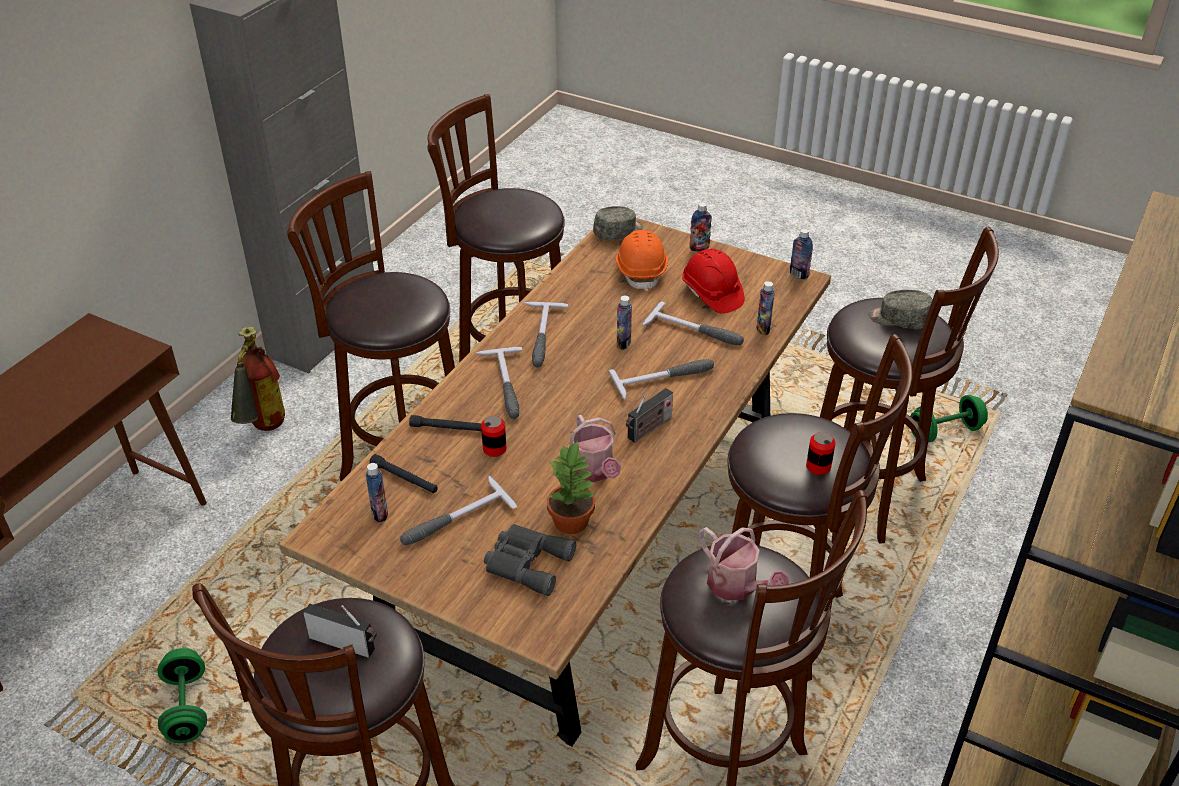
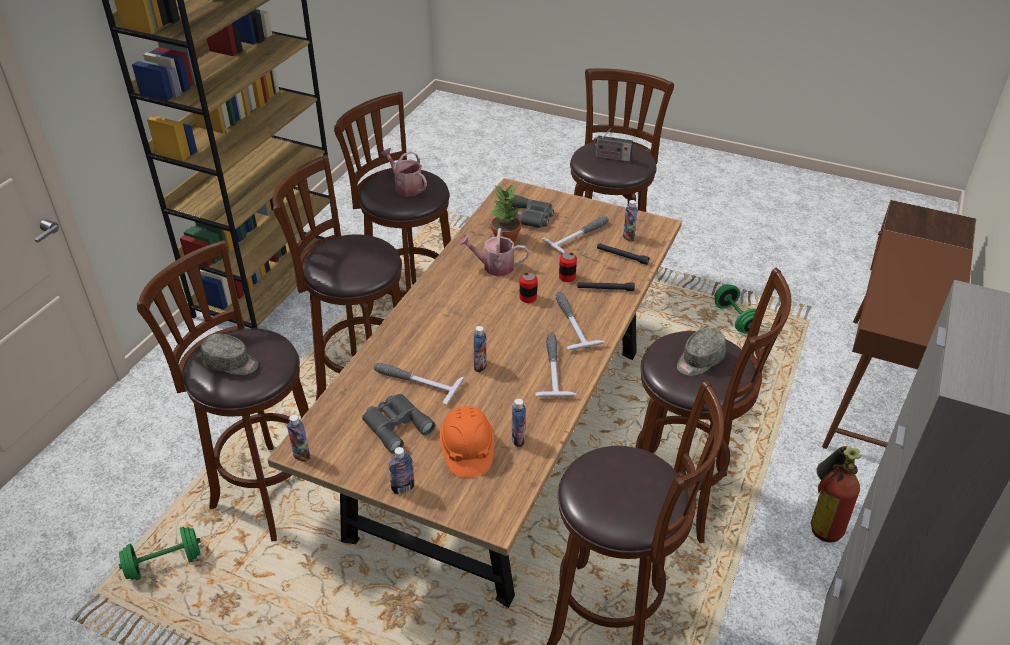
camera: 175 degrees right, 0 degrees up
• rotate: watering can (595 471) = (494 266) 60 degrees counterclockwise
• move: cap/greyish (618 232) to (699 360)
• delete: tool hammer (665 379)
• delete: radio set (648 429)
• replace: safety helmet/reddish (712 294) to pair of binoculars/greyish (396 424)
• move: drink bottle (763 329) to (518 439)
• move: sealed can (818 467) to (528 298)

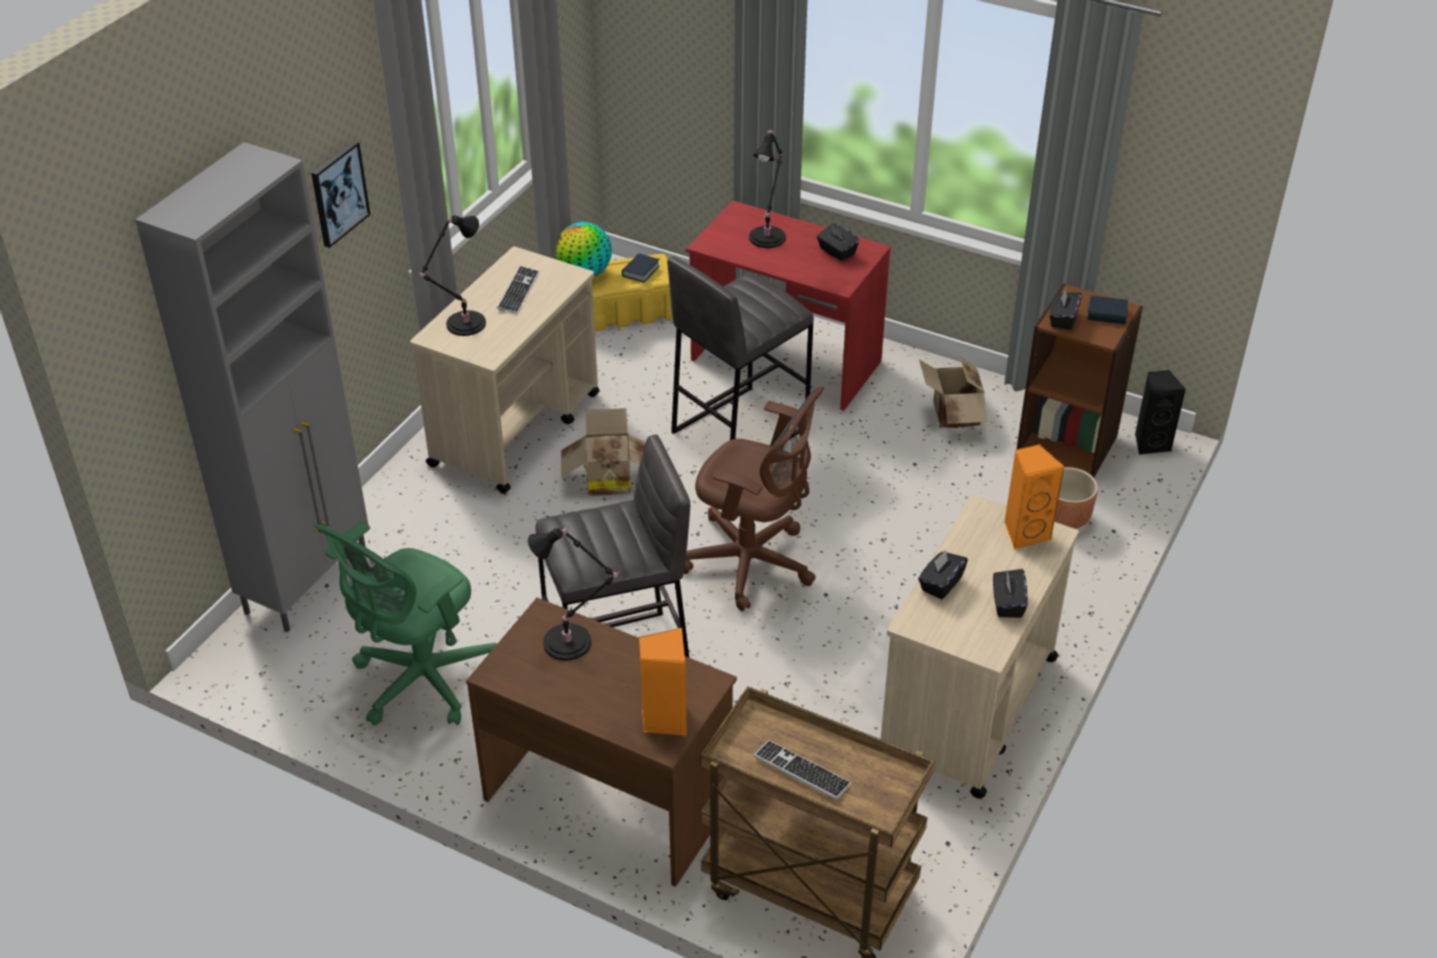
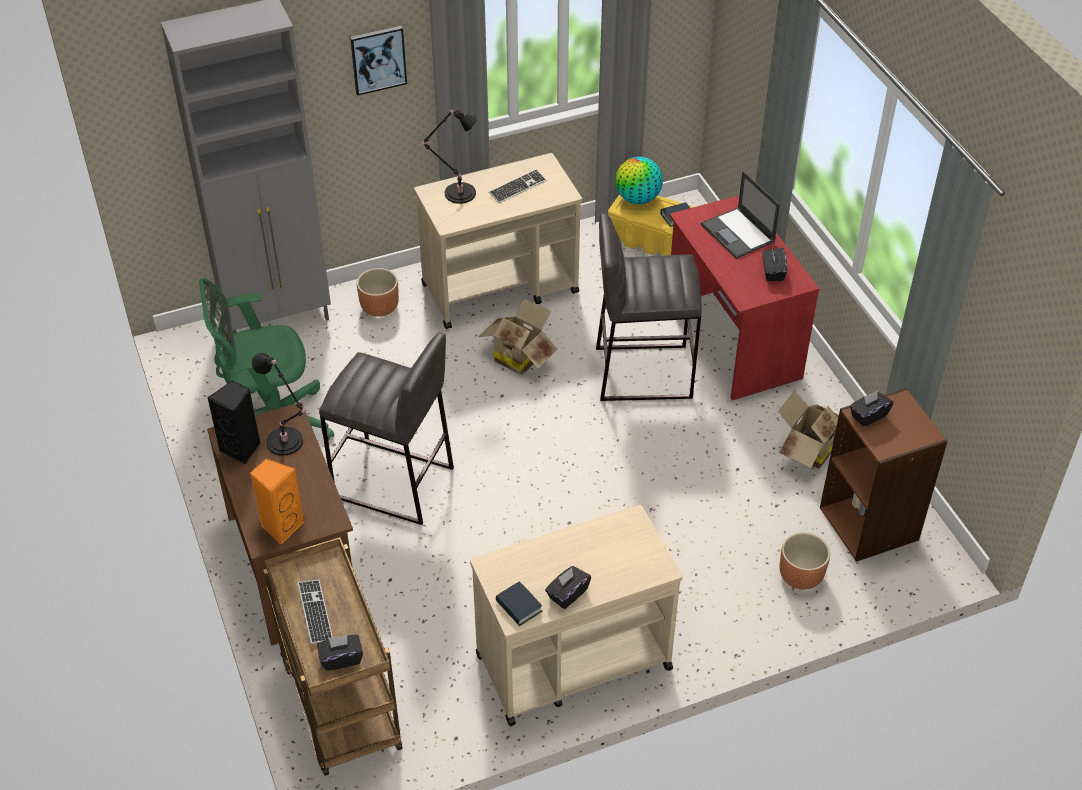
camera: 40 degrees right, 5 degrees up
• delete: desk chair/brown-coloured (752 564)
• replace: table lamp/blackish (768 235) to notebook computer (738 233)
• move: box of tissues/blackish (940 584) to (341 659)
• delete: audio speaker/orange-coloured (1025 532)
• move: bound book (1106 314) to (518 607)
• move: audio speaker/blackish (1150 443) to (242 449)
• insert: planter/brown-coloured (379 307)

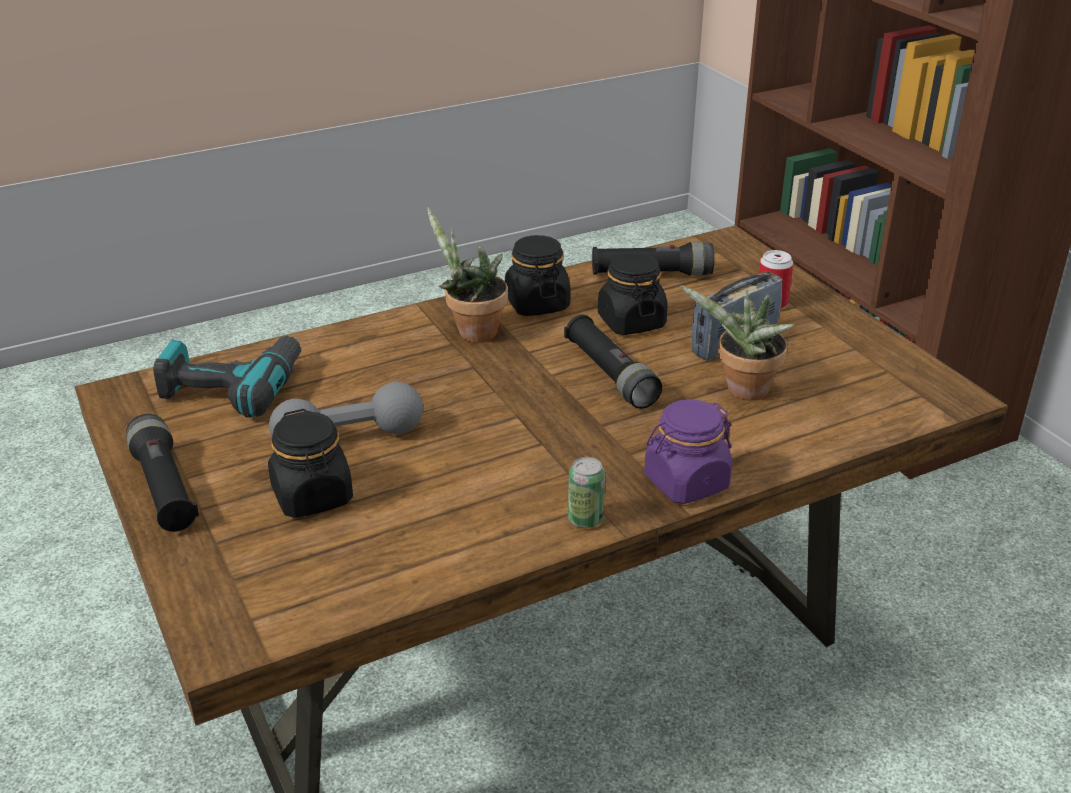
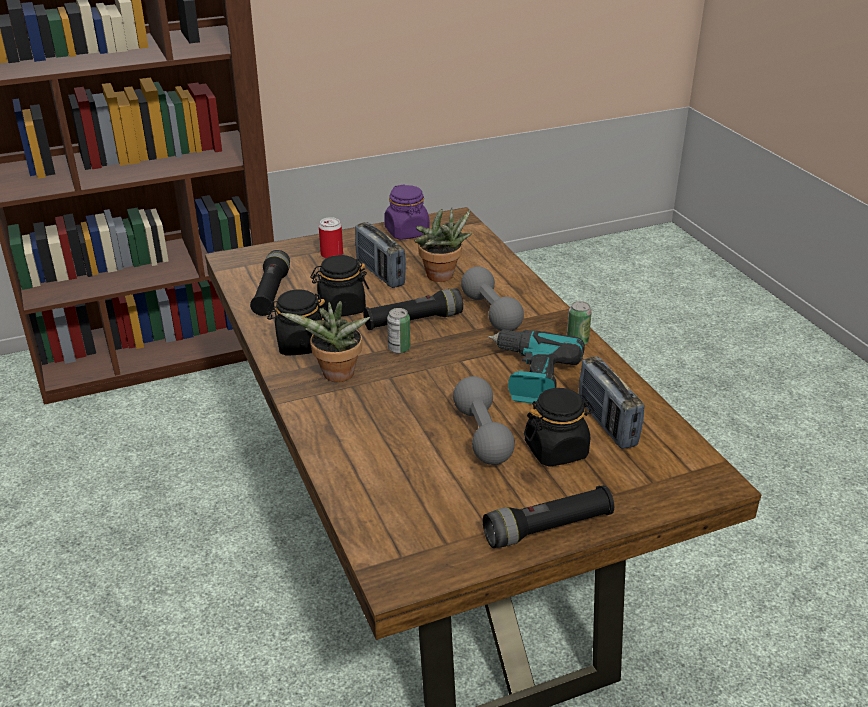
camera: 85 degrees left, 0 degrees up
• move: drill (232 386) to (530 376)
• move: preserve jar/purple (686 483) to (407 232)
• insert: sealed can (399 349)
• insert: free weight/greyish (491 313)
• insert: radio set (607 423)

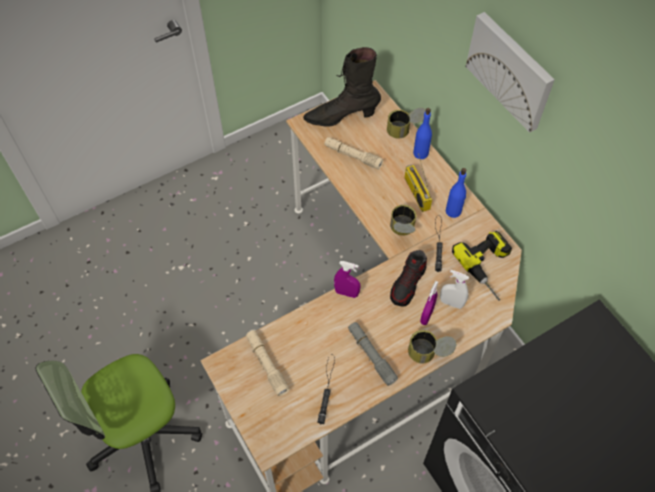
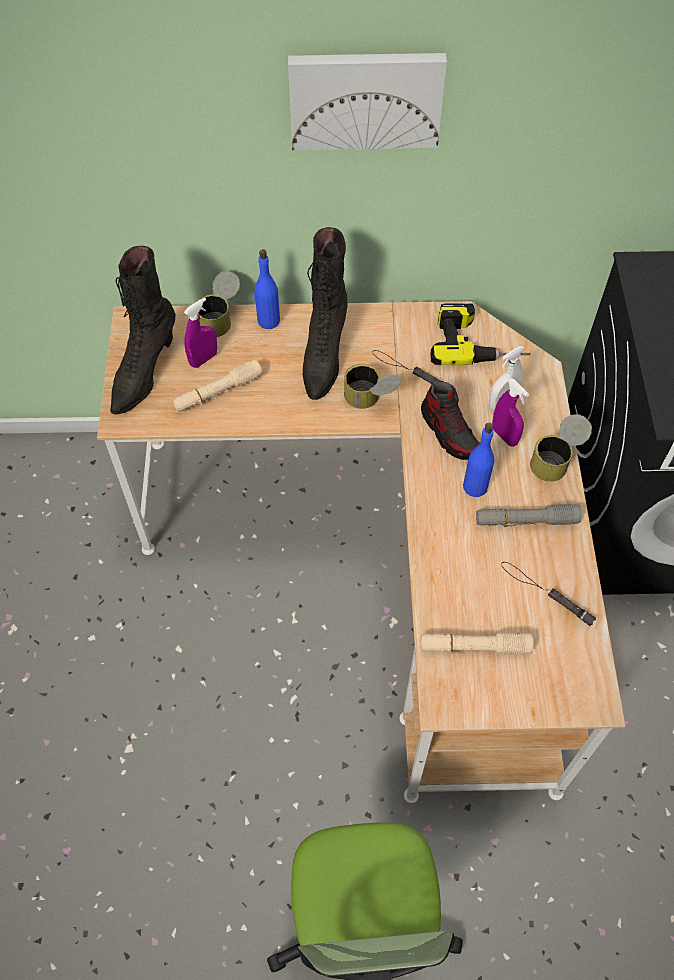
camera: 60 degrees left, 0 degrees up
• move: hand sprayer/purple (346 293) to (203 359)
• replace: radio set (416 192) to tall boot/blackish (323 356)
• move: drink bottle/blue (453 211) to (475 486)

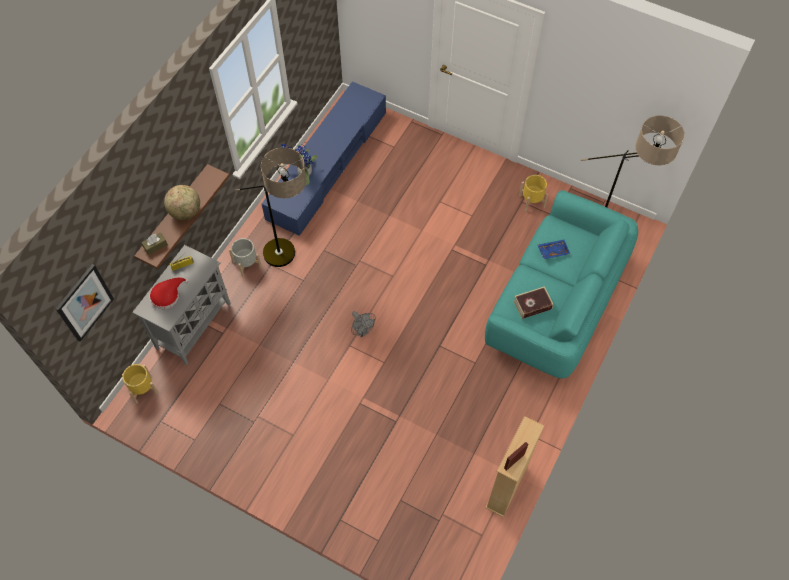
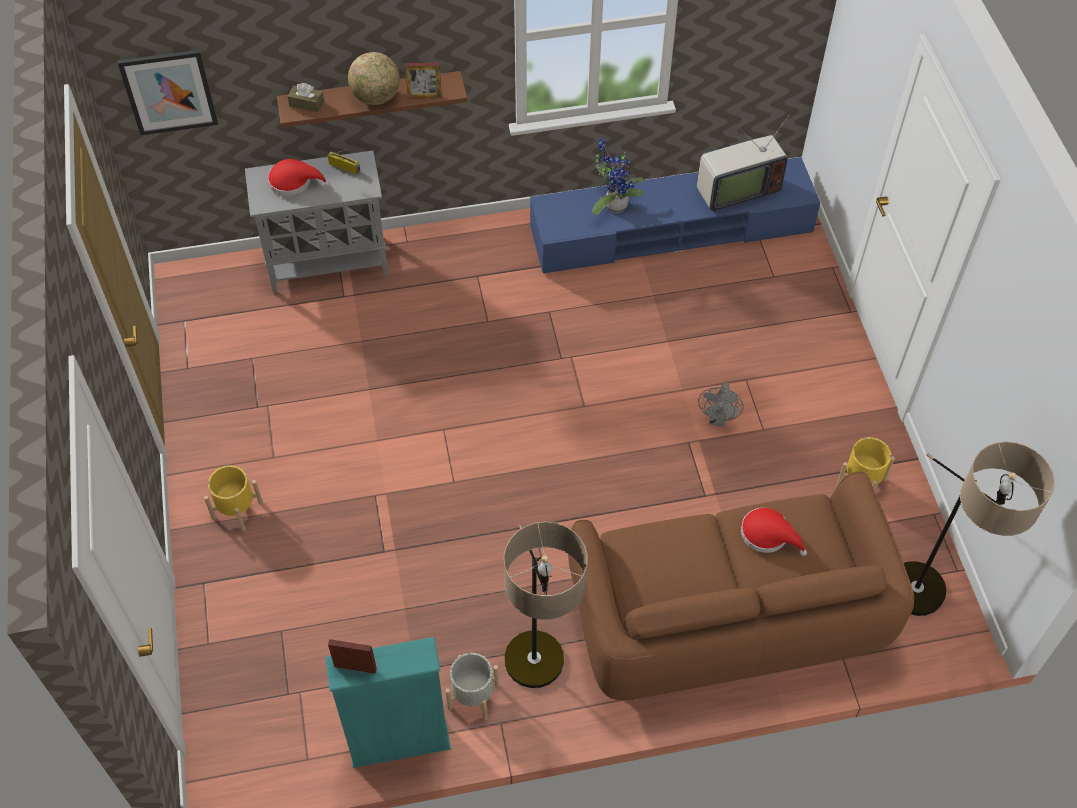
camera: 50 degrees right, 5 degrees down
• move: planter/yellowish (143 389) to (237 510)
• move: planter/greyish (246 264) to (473 696)
• move: standard lamp (290 258) to (538 682)
• move: fan/greyish (362 331) to (718 419)
• recolor: sofa/turquoise-coloured (555 305) to sofa/brown-coloured (726 619)
• recolor: bookcase/beige-coloured (507 487) to bookcase/turquoise-coloured (399 743)
• delete: bound book (532 305)
• replace: serving tray/blue (552 251) to wearable hat/reddish (768 535)
• insert: photo frame (425 96)
• insert: TV set (735 190)

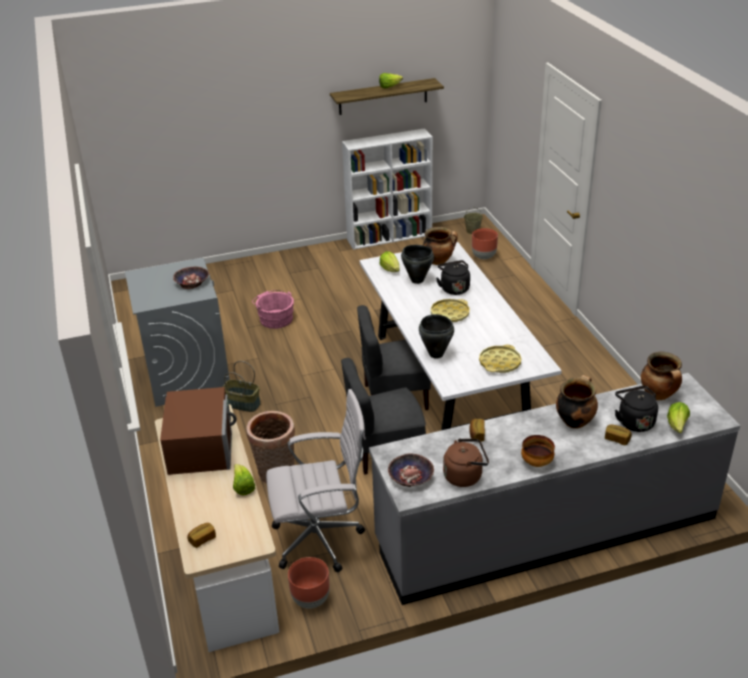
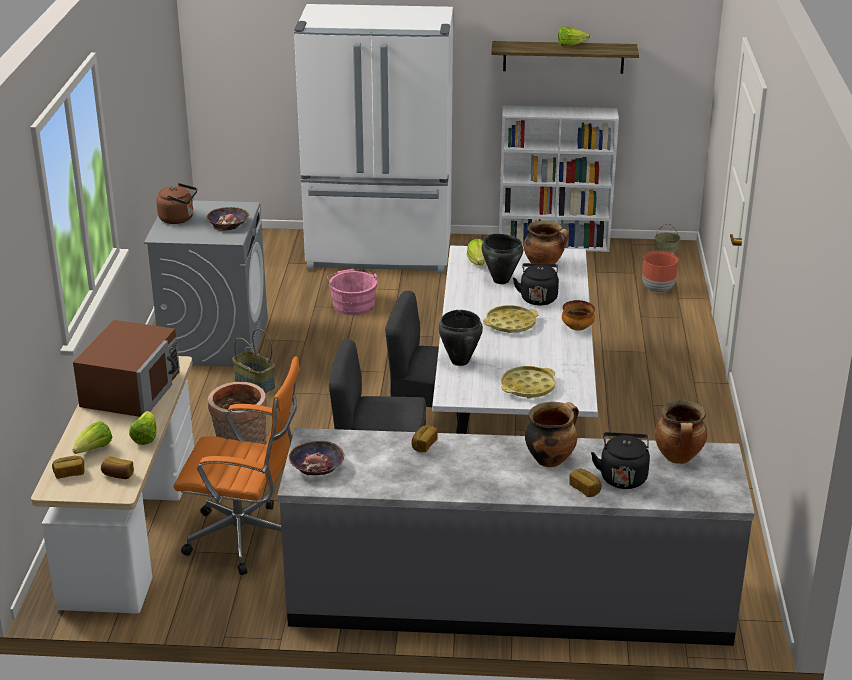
camera: 20 degrees right, 5 degrees down
• recolor: desk chair/white-coloured (321 539) to desk chair/orange-coloured (246 539)
• delete: planter/brown-coloured (310 600)
• move: kettle/brown-coloured (465 476) to (179 219)
• move: bowl (536 462) to (577 328)
• move: lettuce head (677 426) to (94 450)
• insert: bread (118 475)
• insert: fridge/white-coloured (380 253)

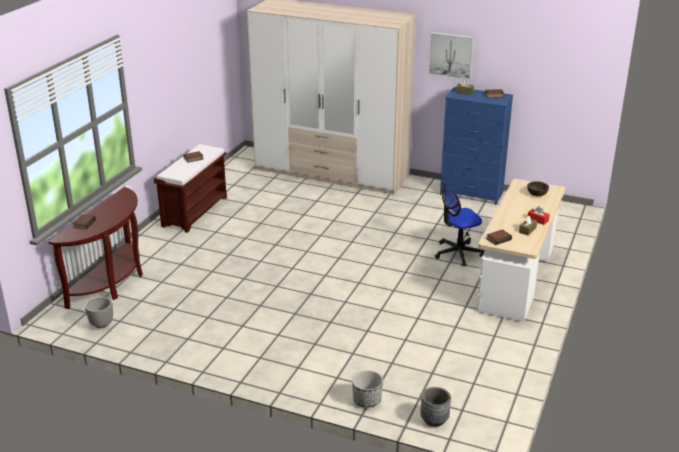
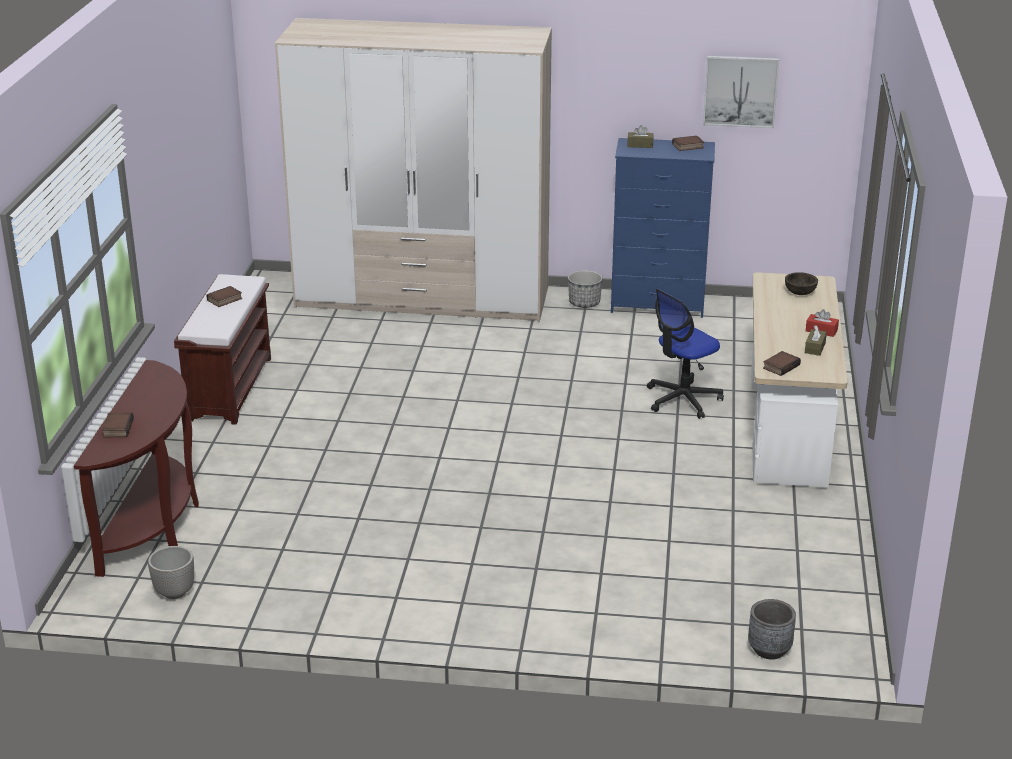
camera: 15 degrees left, 0 degrees up
• move: planter (366 400) to (584 303)
• move: picture (451 55) to (740 91)

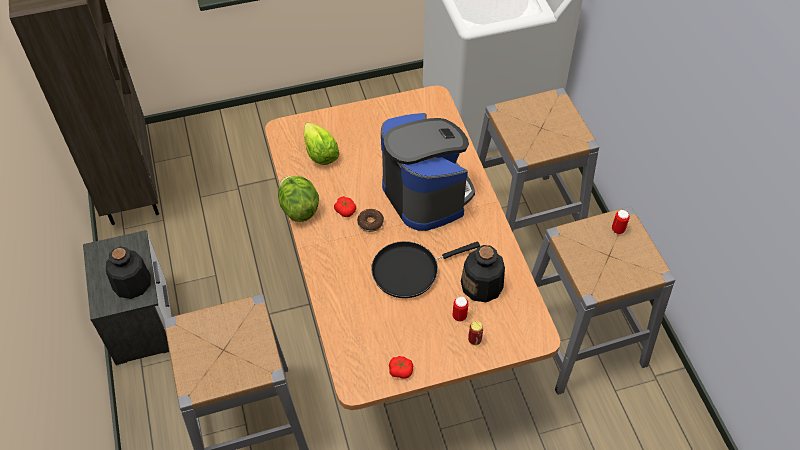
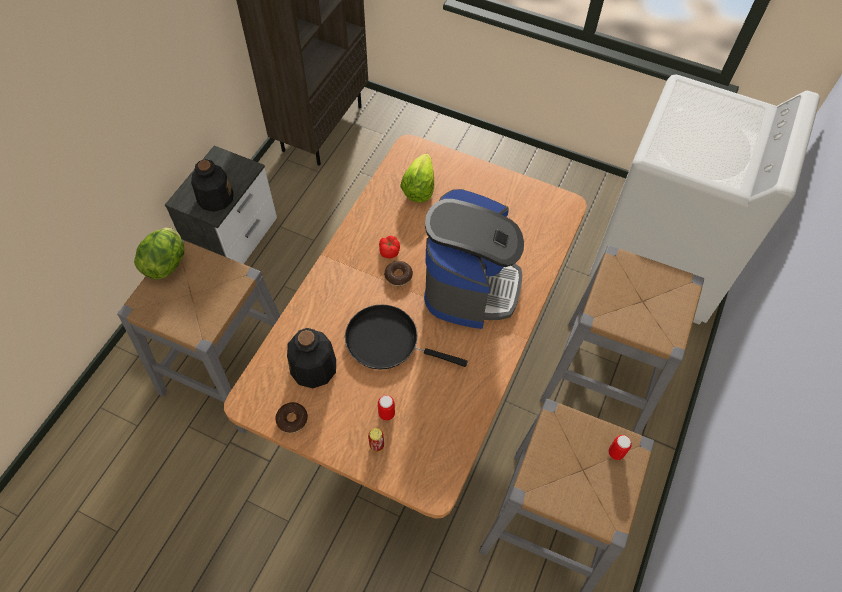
camera: 40 degrees right, 5 degrees up
• move: lettuce head (298 208) to (166 263)
• replace: tomato (400 370) to donut (292 419)
• move: drink bottle (482 285) to (313 368)

